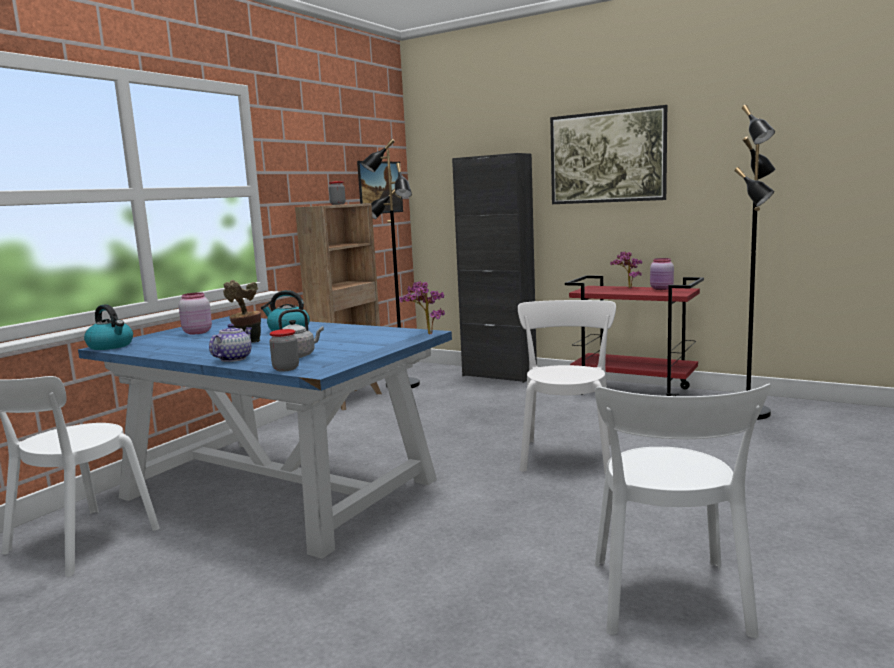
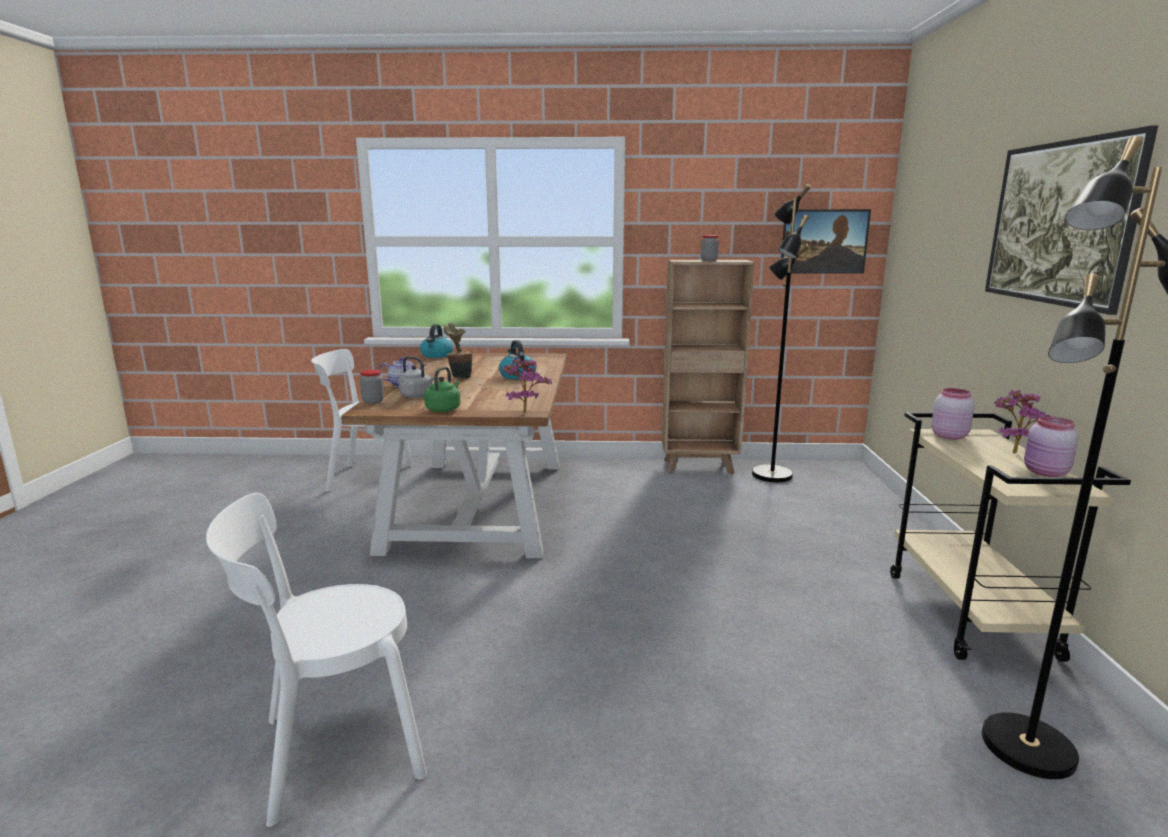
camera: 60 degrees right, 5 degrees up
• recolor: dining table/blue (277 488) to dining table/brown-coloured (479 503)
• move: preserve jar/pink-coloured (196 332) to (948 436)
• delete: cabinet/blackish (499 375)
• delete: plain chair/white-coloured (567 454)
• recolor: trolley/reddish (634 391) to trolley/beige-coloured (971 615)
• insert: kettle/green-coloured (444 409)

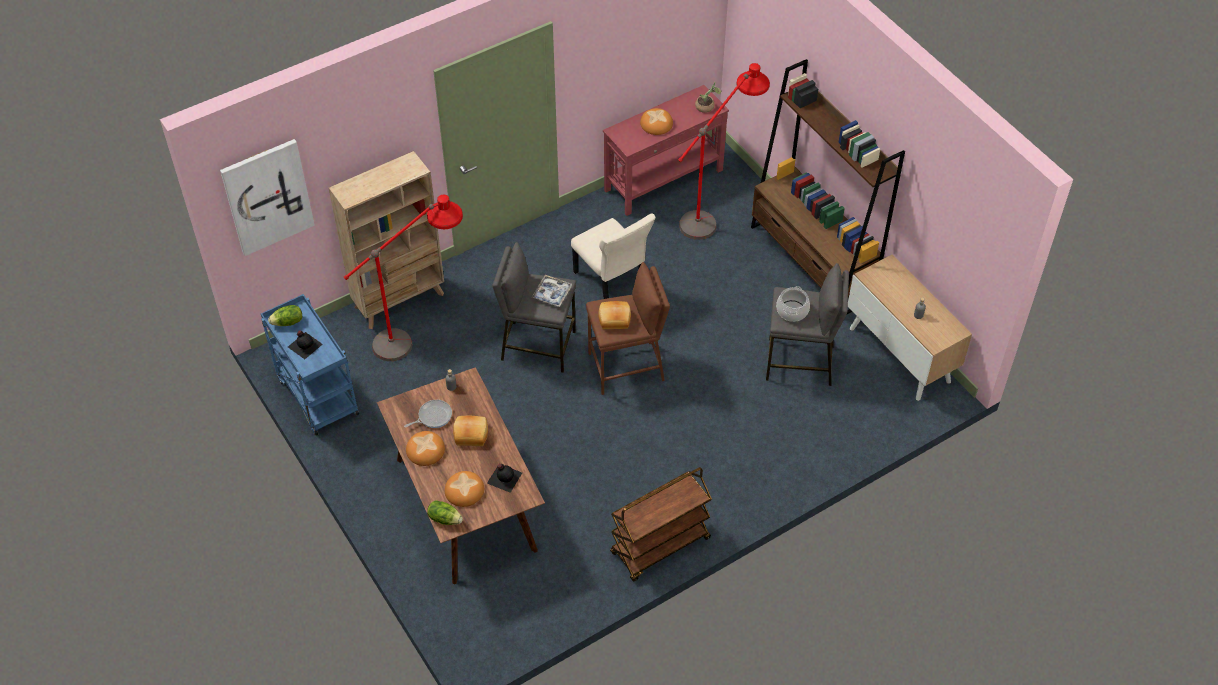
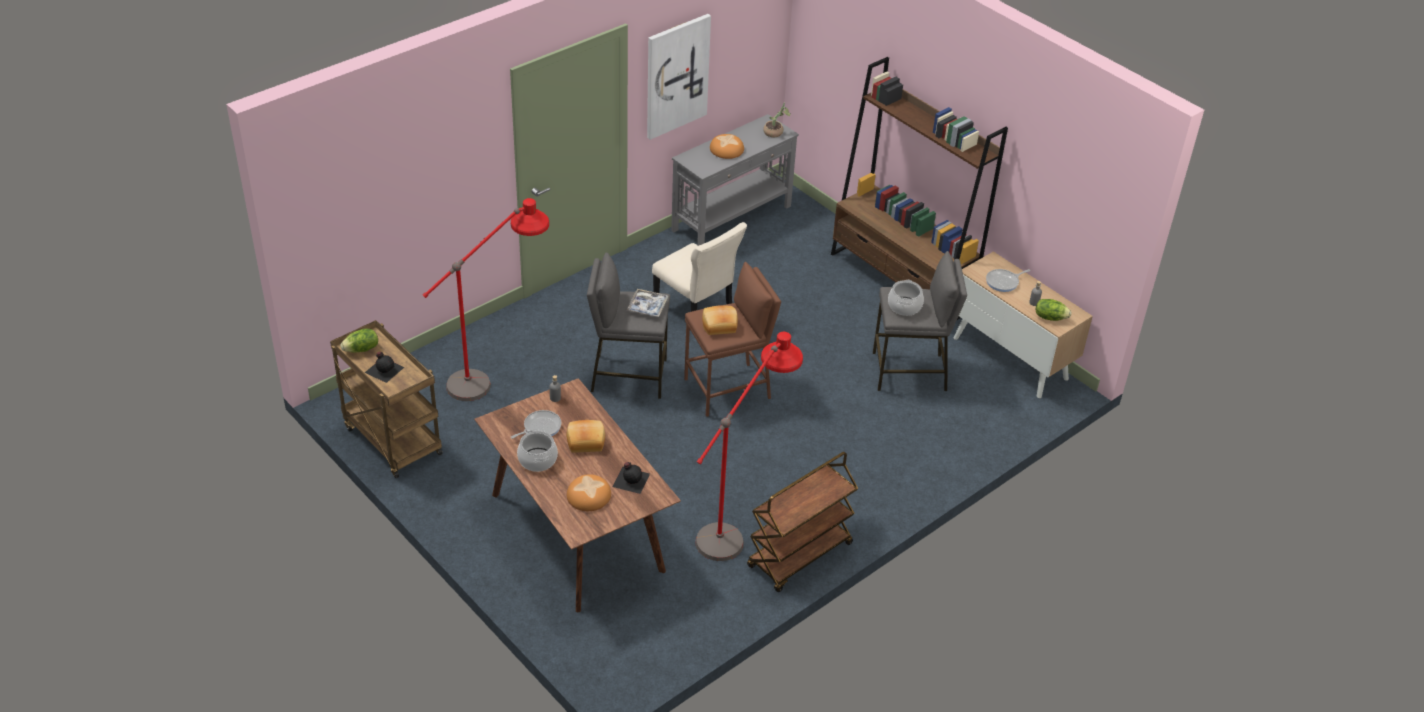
camera: 10 degrees left, 10 degrees down
• move: picture (267 196) to (676 76)
• recolor: trolley/blue (316 396) to trolley/brown-coloured (391 440)
• delete: bookcase/beige-coloured (400 300)
• replace: bread (425 450) to saucepot (537 460)
• move: lettuce head (445 518) to (1050 317)
• recolor: hall table/reddish (664 180) to hall table/greyish (732 218)
• move: standard lamp/reddish (716 211) to (740 522)
• insert: pan (1003 282)

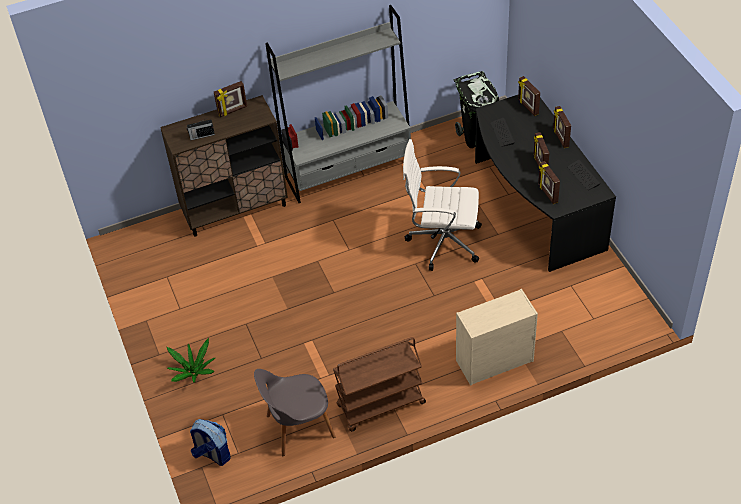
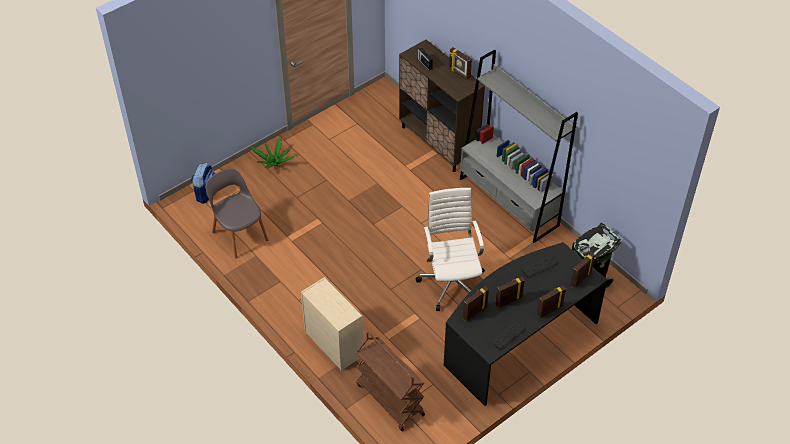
camera: 70 degrees right, 0 degrees up
• move: trolley/brown-coloured (380 405) to (389 399)

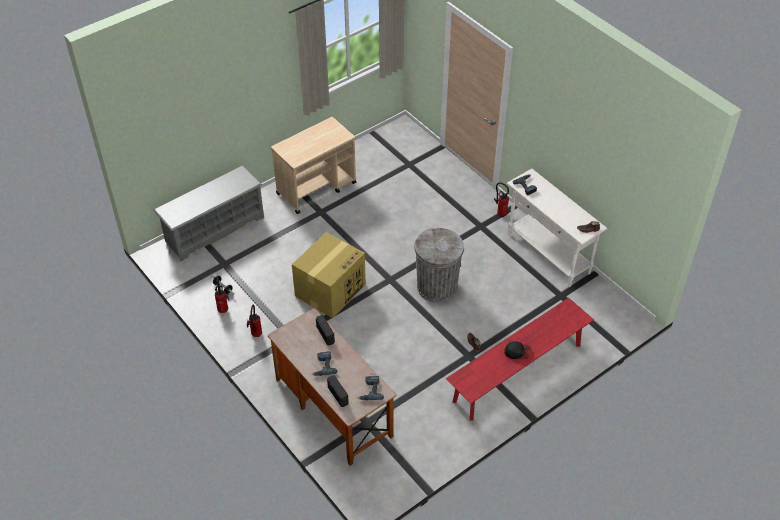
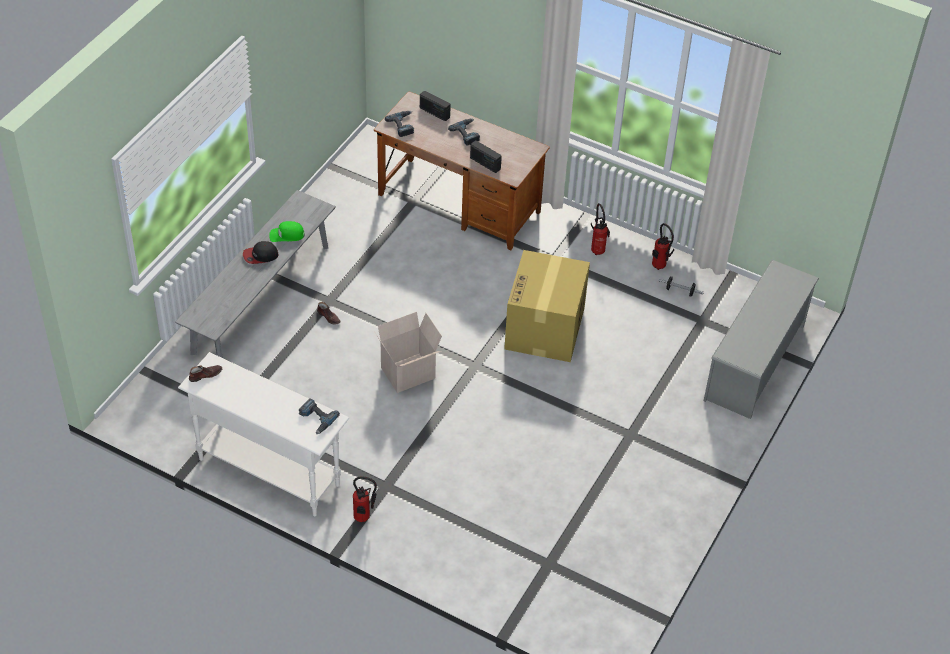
camera: 155 degrees right, 0 degrees up
• delete: trolley/beige-coloured (317 188)
• replace: waste bin/greyish (437 287) to carton (408 374)
• recolor: long seat/reddish (517 373) to long seat/greyish (261 298)
• insert: cap/green-coloured (286 235)

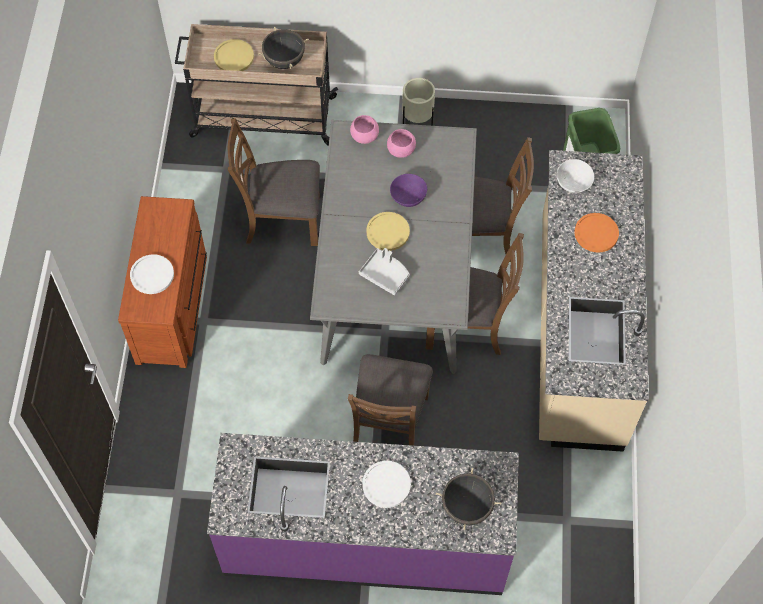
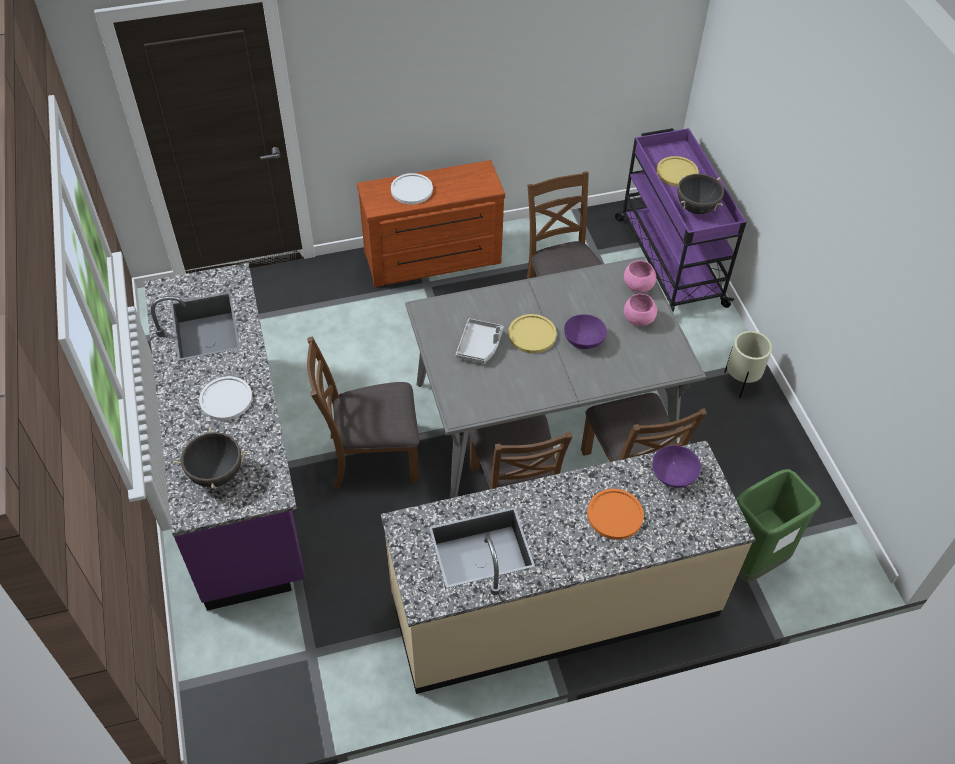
camera: 70 degrees right, 10 degrees down
• recolor: trolley/beige-coloured (262 117) to trolley/purple (669 260)
• recolor: bowl/white-coloured (573 183) to bowl/purple (673 475)

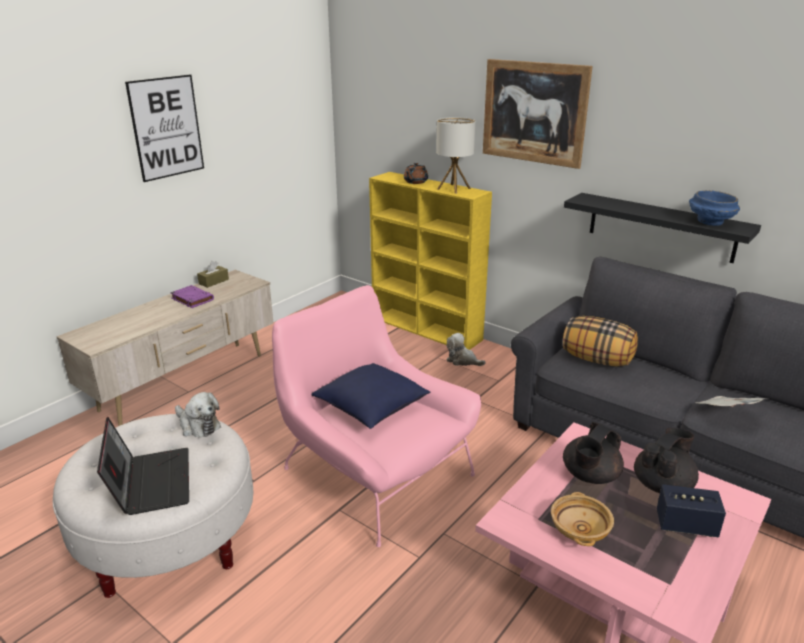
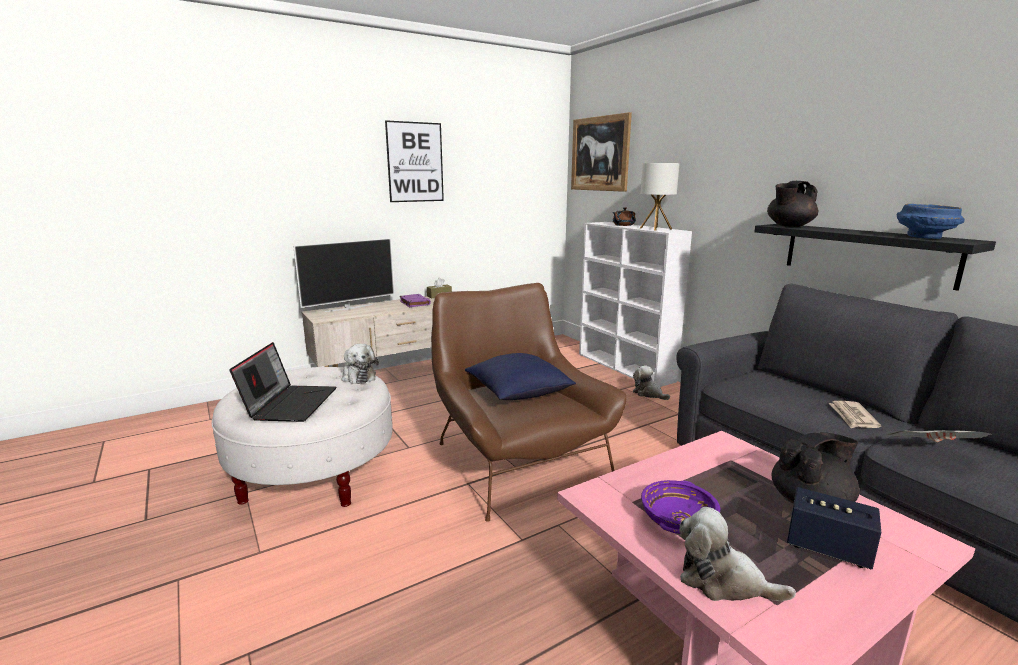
camera: 20 degrees right, 10 degrees down
• recolor: lounge chair/pink-coloured (375 472) to lounge chair/brown-coloured (518 462)
• recolor: bookcase/yellowish (427 329) to bookcase/white-coloured (625 367)
• move: picture (534 112) to (600 154)
• recolor: bowl/beige-coloured (579 529) to bowl/purple (677 521)
• delete: throw pillow (597 359)
• move: pot for tea/blackish (590 476) to (789 226)
• insert: TV set (349 308)
• insert: plush toy (723 581)
• insert: daily paper (852 417)

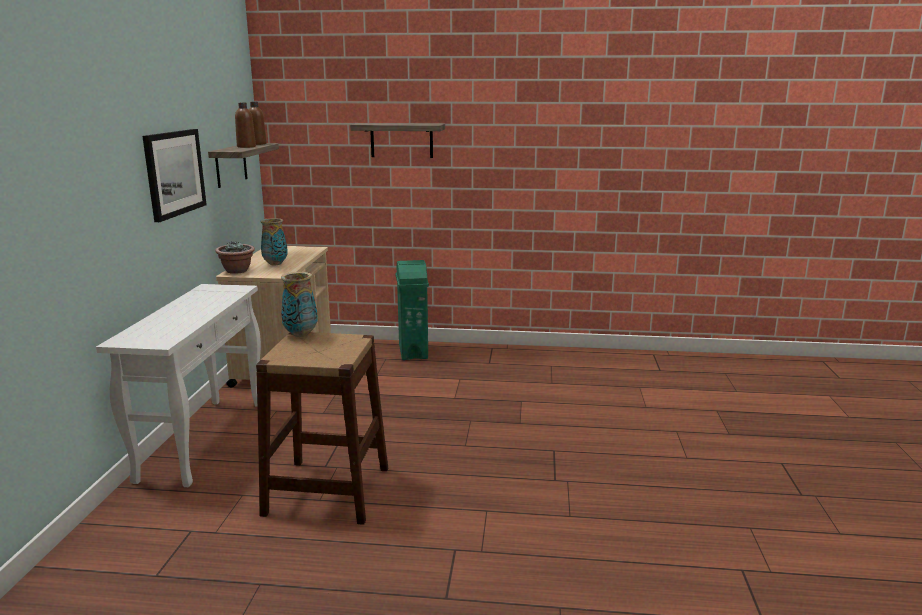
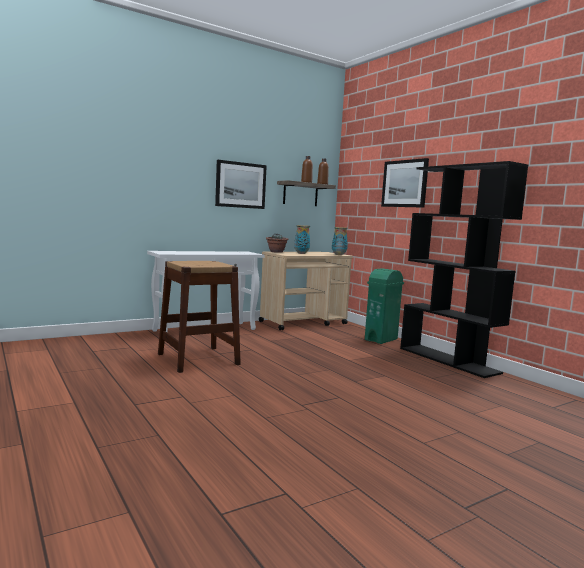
camera: 50 degrees right, 10 degrees down
• move: vase (301 334) to (339 255)
• replace: shelf (401 140) to picture (404 183)
• insert: bookcase/blackish (448 360)

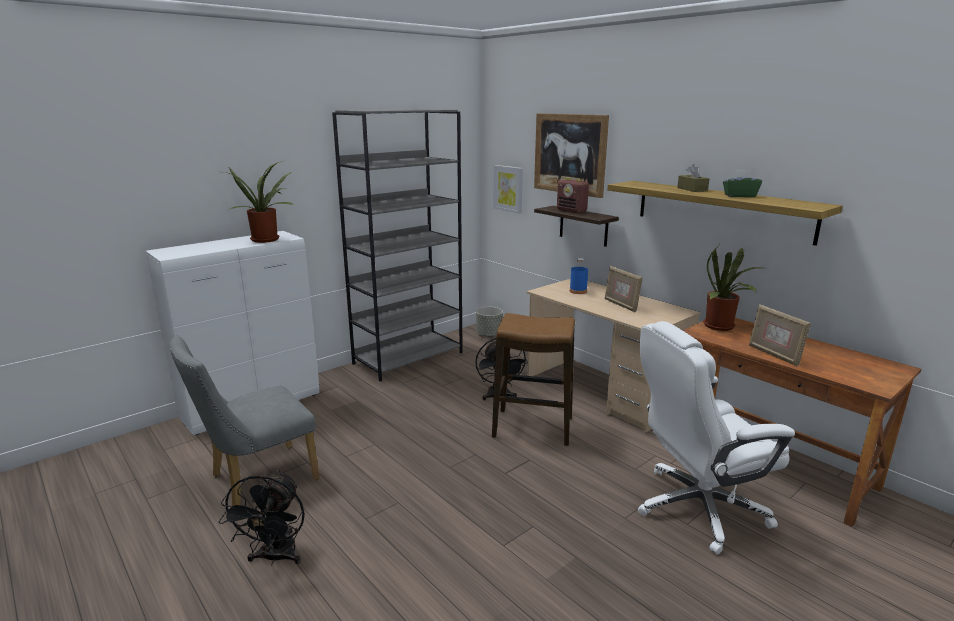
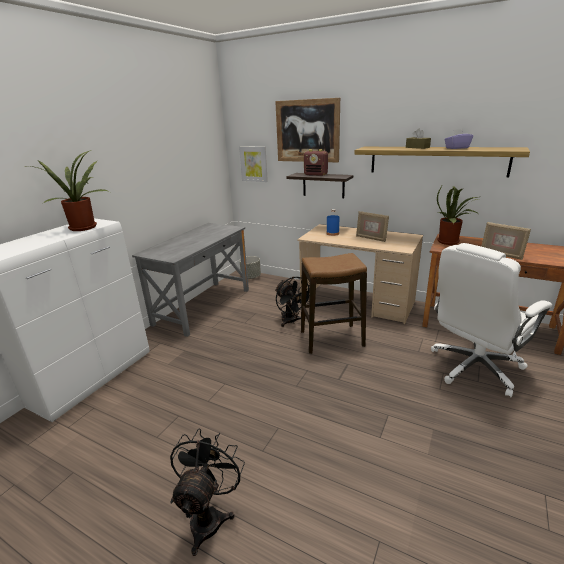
camera: 20 degrees left, 5 degrees up
• delete: plain chair/greyish (256 479)
• rotate: fan/blackish (275 558) = (209 516) 150 degrees counterclockwise
• replace: bookcase/greyish (408 358) to desk unit/greyish (203 306)
• recolor: box of tissues/green-coloured (739 196) to box of tissues/purple (457 148)

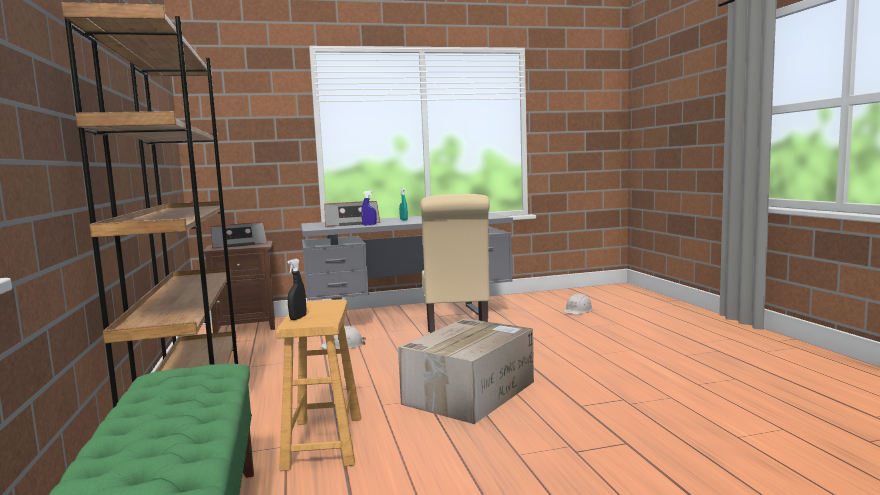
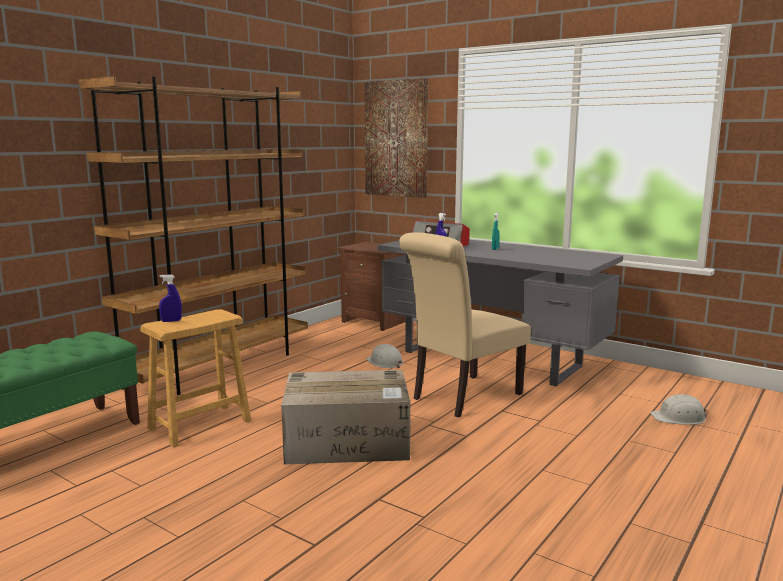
camera: 50 degrees right, 5 degrees up
• delete: radio set (238 244)
• recolor: hand sprayer/blackish (298 318) to hand sprayer/blue (171 321)
• insert: picture (396 139)

